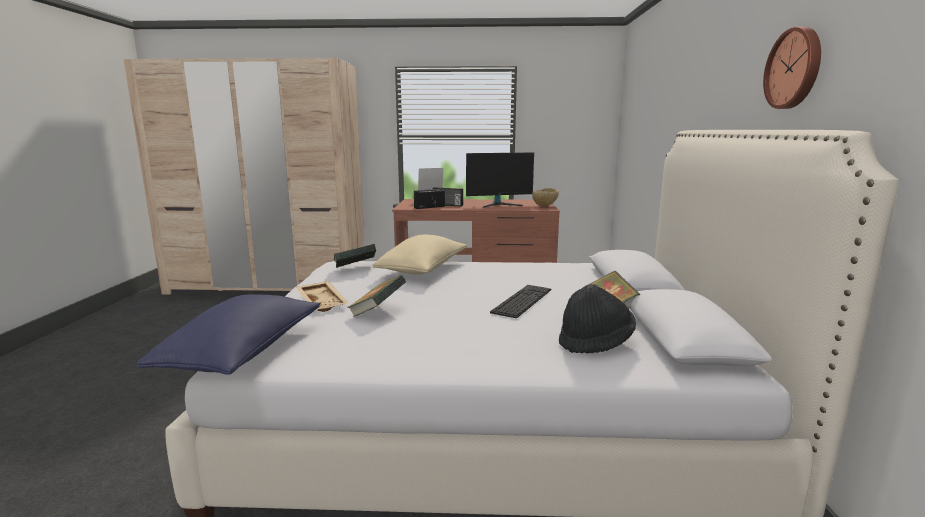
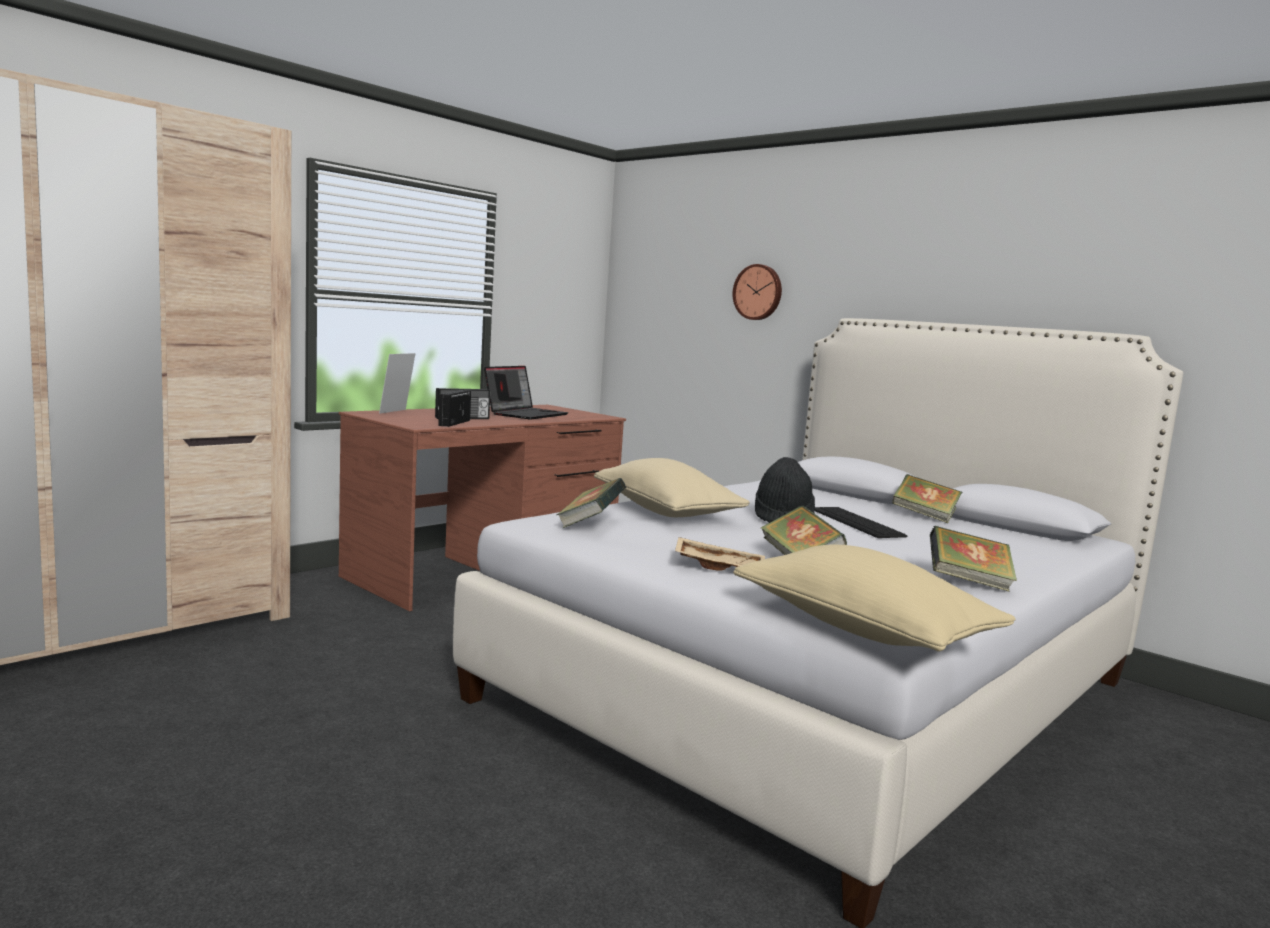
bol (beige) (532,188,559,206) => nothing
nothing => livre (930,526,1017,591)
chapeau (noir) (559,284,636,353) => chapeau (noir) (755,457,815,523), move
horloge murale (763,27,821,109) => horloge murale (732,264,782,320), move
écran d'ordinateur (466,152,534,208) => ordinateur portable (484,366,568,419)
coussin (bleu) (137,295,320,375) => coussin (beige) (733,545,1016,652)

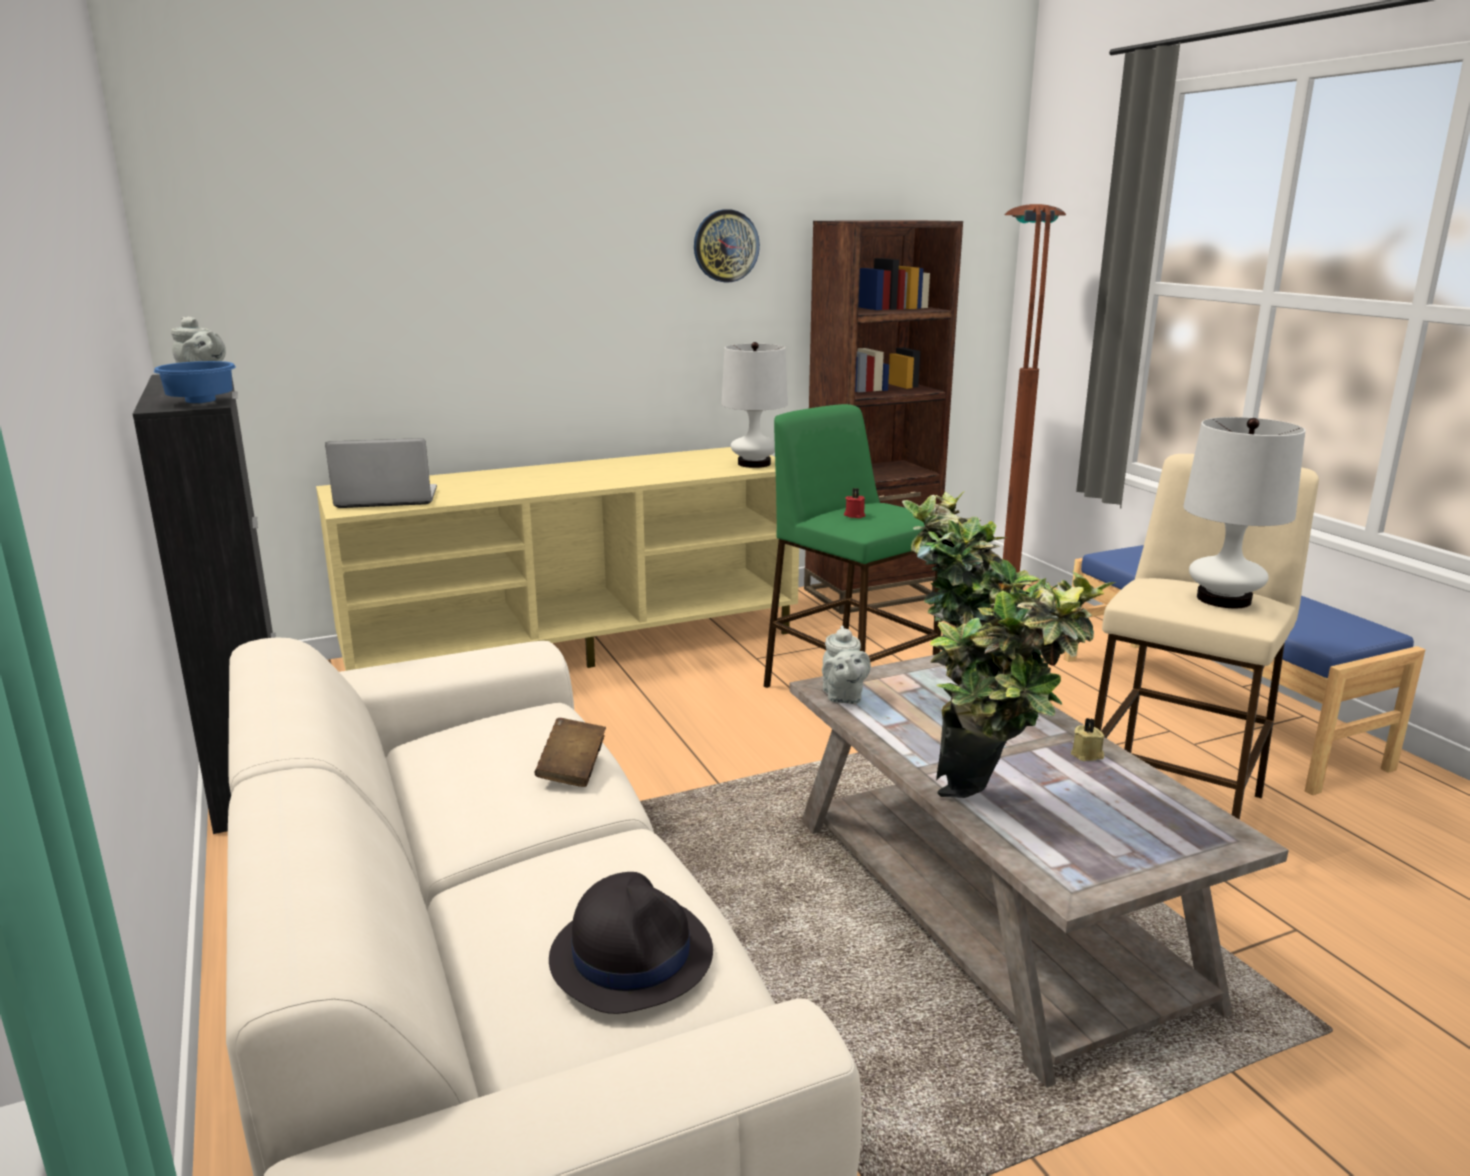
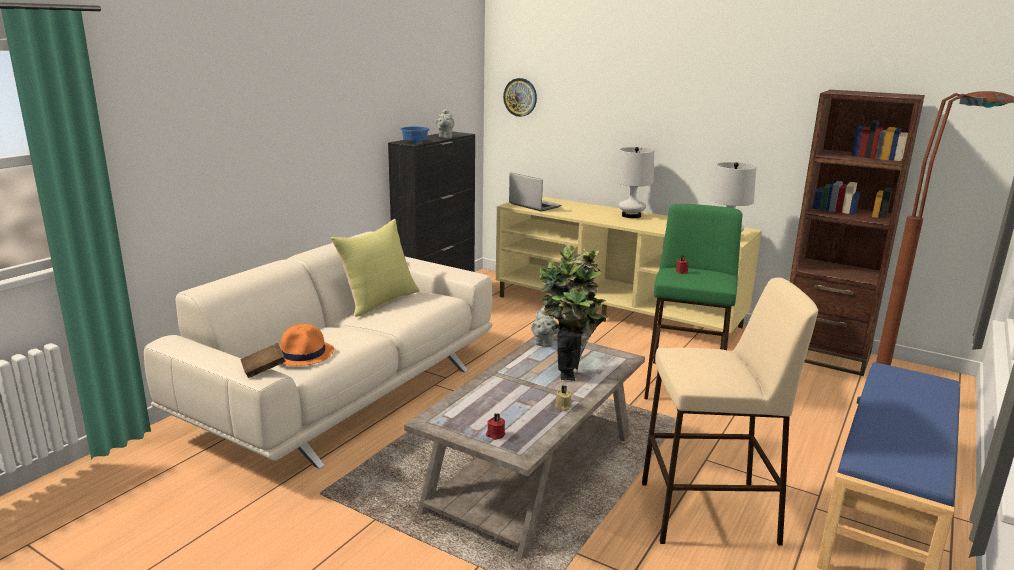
plante en pot (930,571,1116,798) => nothing
nothing => coussin (jaune) (331,219,420,317)
nothing => bougie (rouge) (486,413,505,440)
livre (marron) (535,718,606,787) => livre (marron) (240,343,286,378), move
horloge murale (694,209,760,282) => horloge murale (503,78,537,117), move
lampe de table (blanc) (1183,417,1306,608) => lampe de table (blanc) (615,147,654,218), move
chapeau (noir) (549,872,713,1014) => chapeau (orange) (280,324,334,366)
théière (gris) (822,625,871,704) => théière (gris) (531,307,557,347), 45 degrees counterclockwise

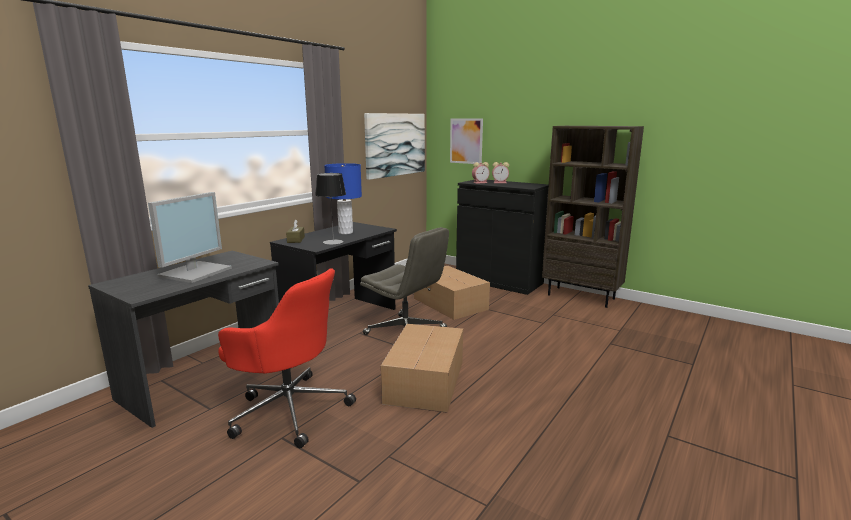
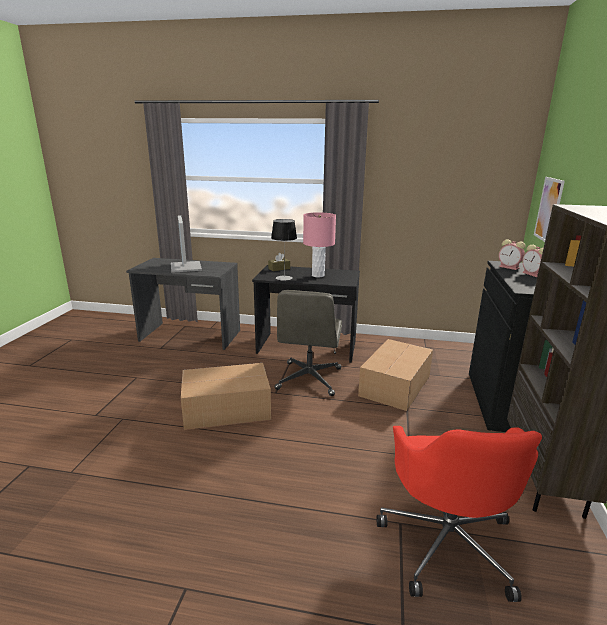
tableau (364,113,425,180) => nothing
chaise de bureau (rouge) (218,269,356,448) => chaise de bureau (rouge) (376,426,542,602), move
lampe de table (bleu) (324,163,362,234) => lampe de table (rose) (303,212,336,278)
écran d'ordinateur (148,192,232,283) => écran d'ordinateur (171,215,202,273), 105 degrees counterclockwise

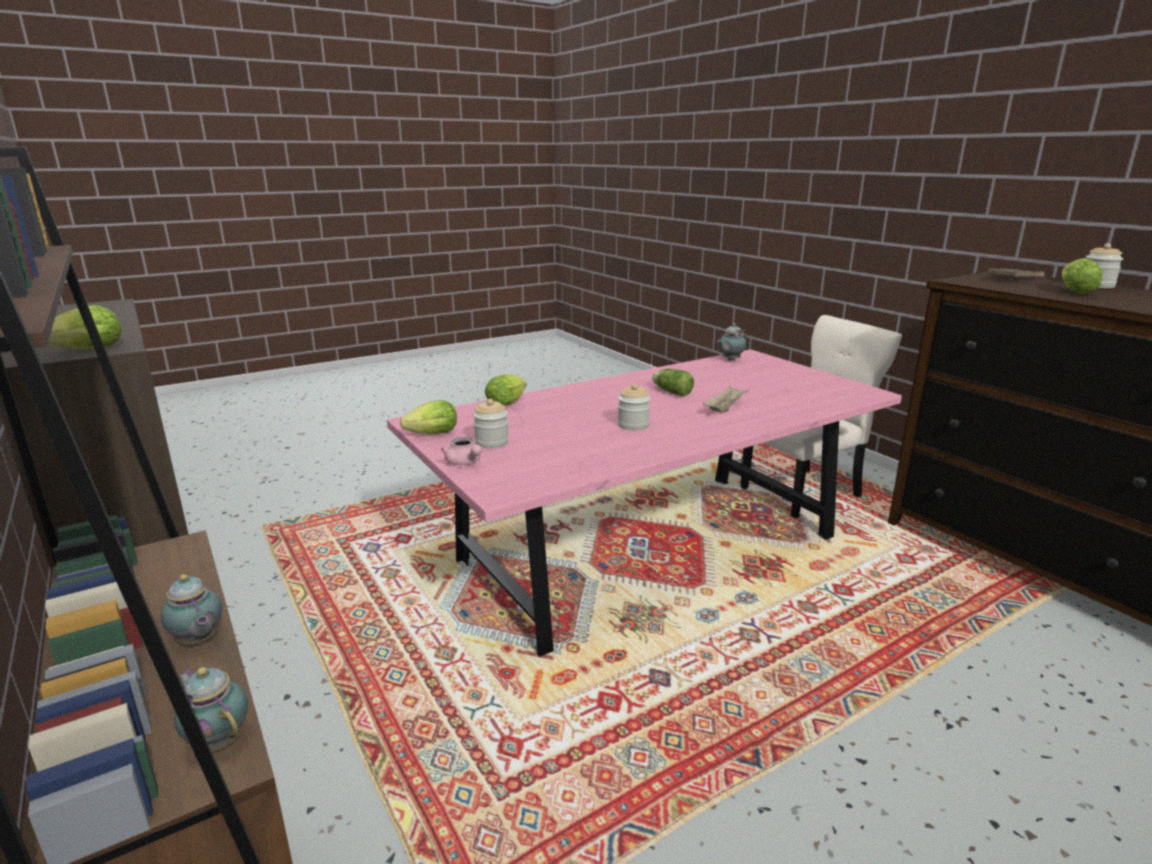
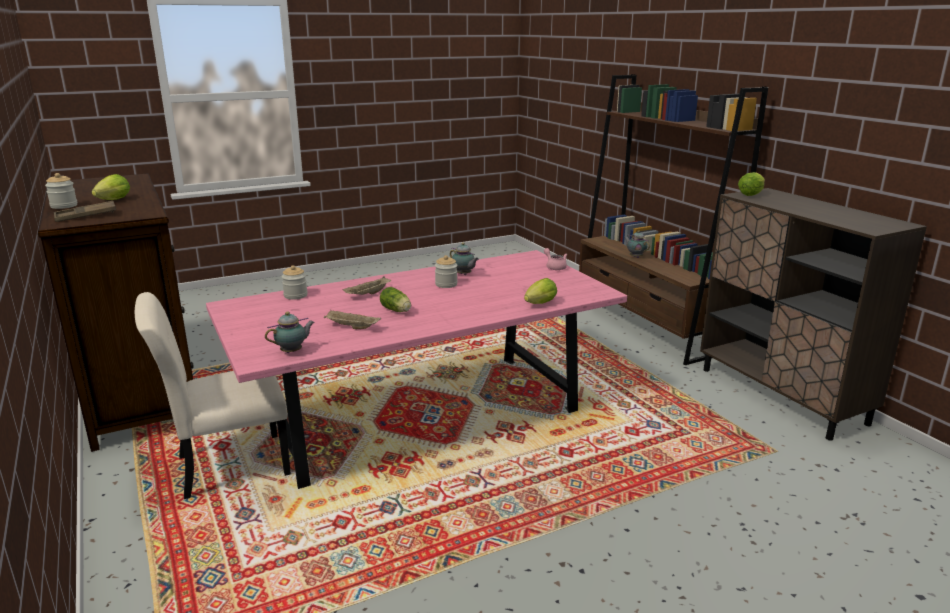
laitue (400,400,457,434) => nothing
nothing => plateau (beige) (324,310,381,329)
théière (174,667,248,751) => théière (450,242,479,275), move
bocal (473,399,509,448) => bocal (282,265,308,300), move

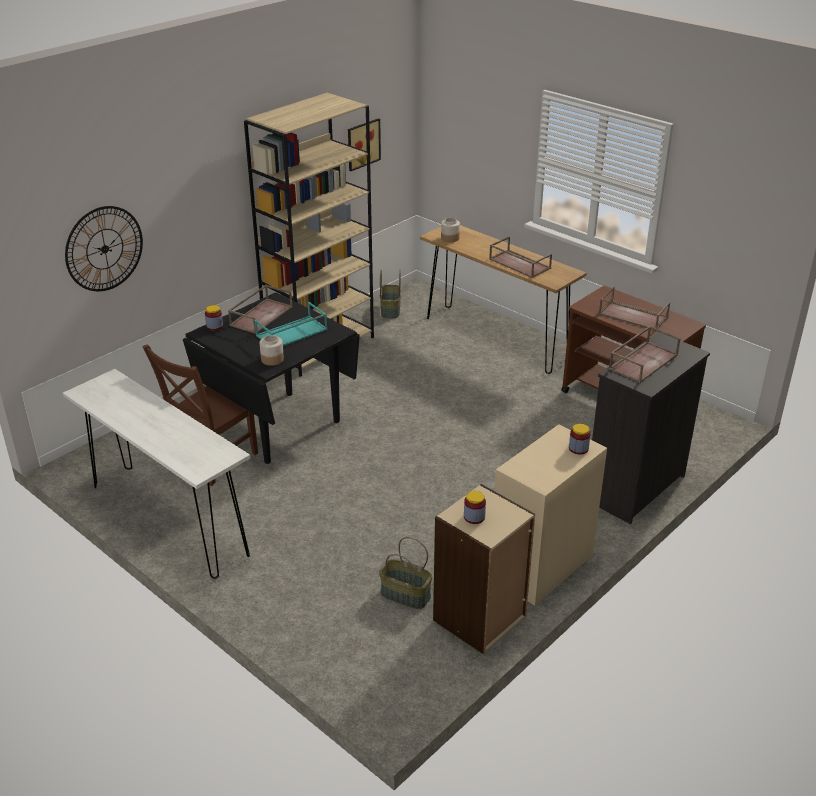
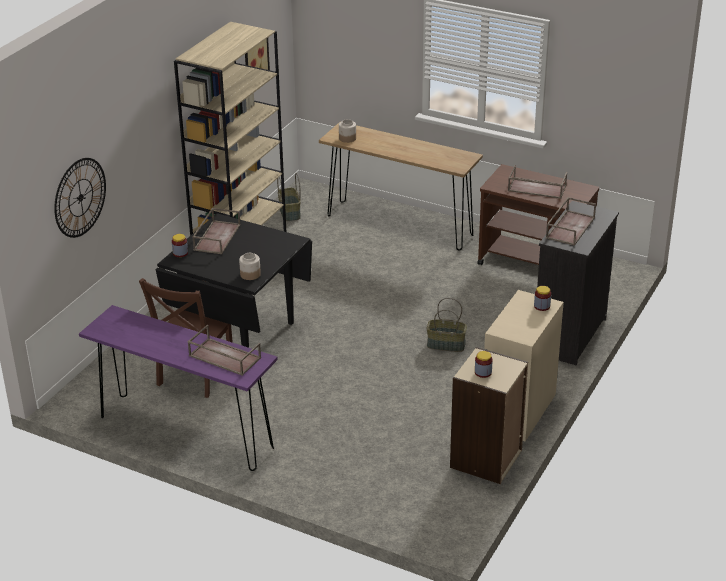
plateau (turquoise) (255,302,328,346) => nothing
panier (379,537,432,609) => panier (427,298,467,352), move
plateau (marron) (489,236,552,278) => plateau (marron) (187,325,261,376), move
table console (blanc) (63,369,250,579) => table console (violet) (79,305,278,471)

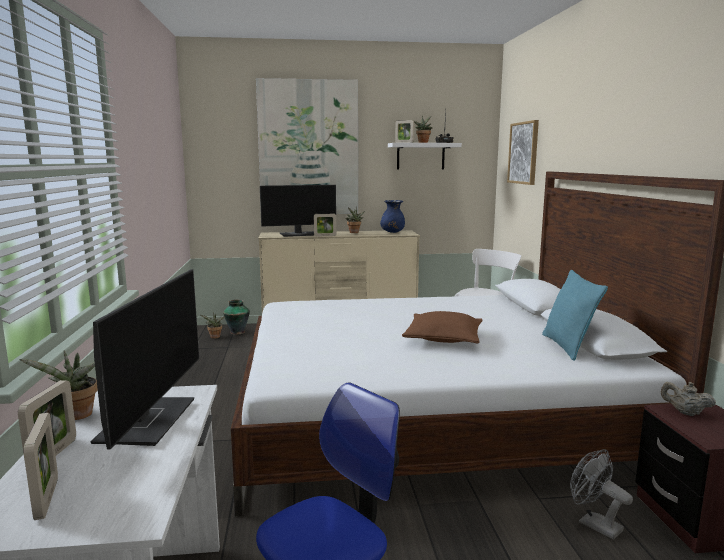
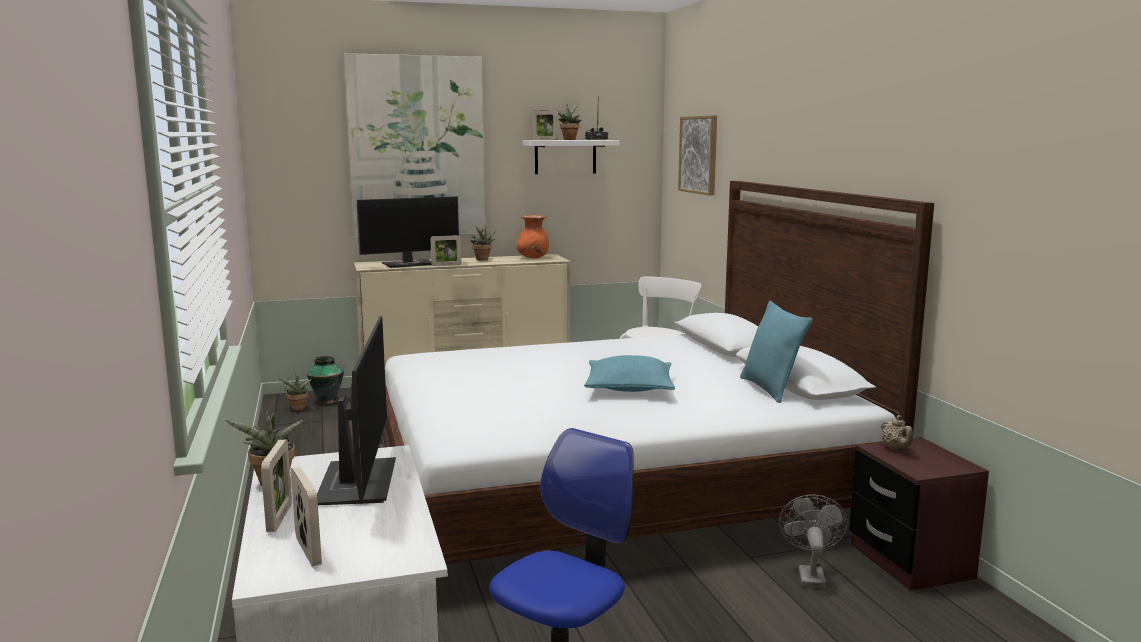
vase (bleu) (380,200,405,233) => vase (orange) (517,215,549,258)
coussin (marron) (402,311,483,343) => coussin (turquoise) (584,355,675,392)
ventilateur (gris) (570,449,633,540) => ventilateur (gris) (779,494,848,588), 60 degrees clockwise
théière (beige) (661,382,716,416) => théière (beige) (881,415,913,450), 120 degrees counterclockwise

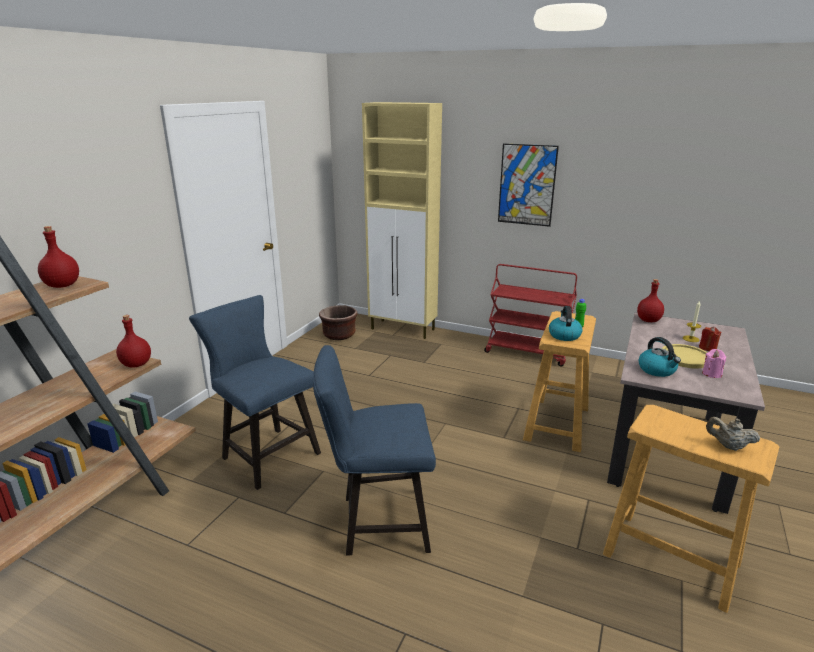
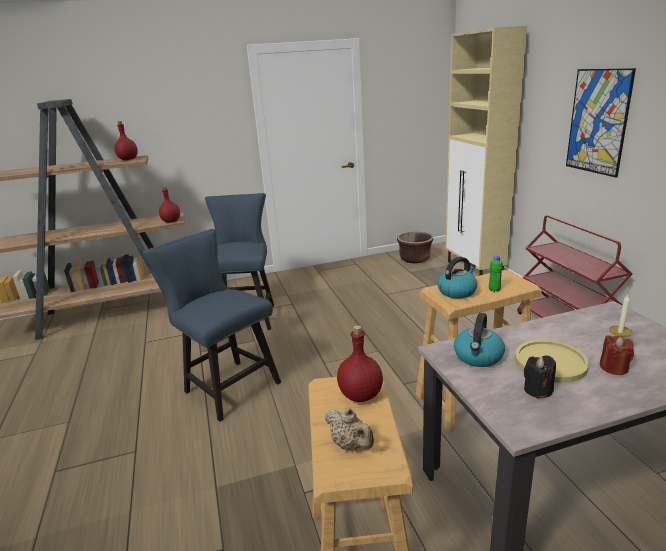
bouteille (rouge) (637,279,664,322) => bouteille (rouge) (337,325,383,402), move
bougie (rose) (702,349,726,378) => bougie (noir) (524,355,556,399)
théière (beige) (706,417,760,451) => théière (beige) (325,407,374,450), 150 degrees clockwise

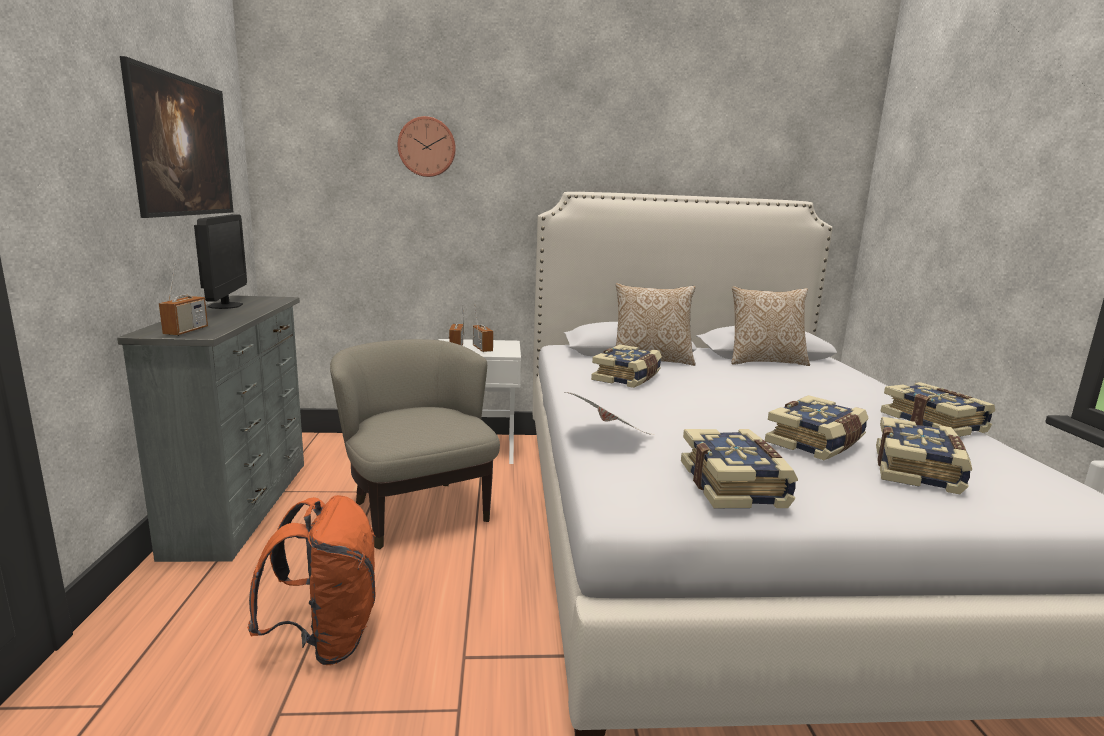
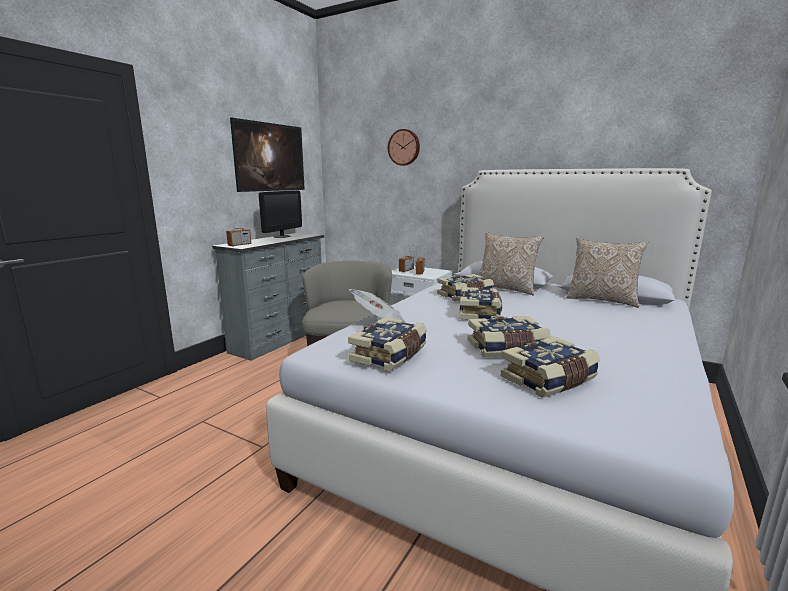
sac à dos (orange) (247,495,376,665) => nothing
livre (881,382,995,437) => livre (459,287,502,320), move

